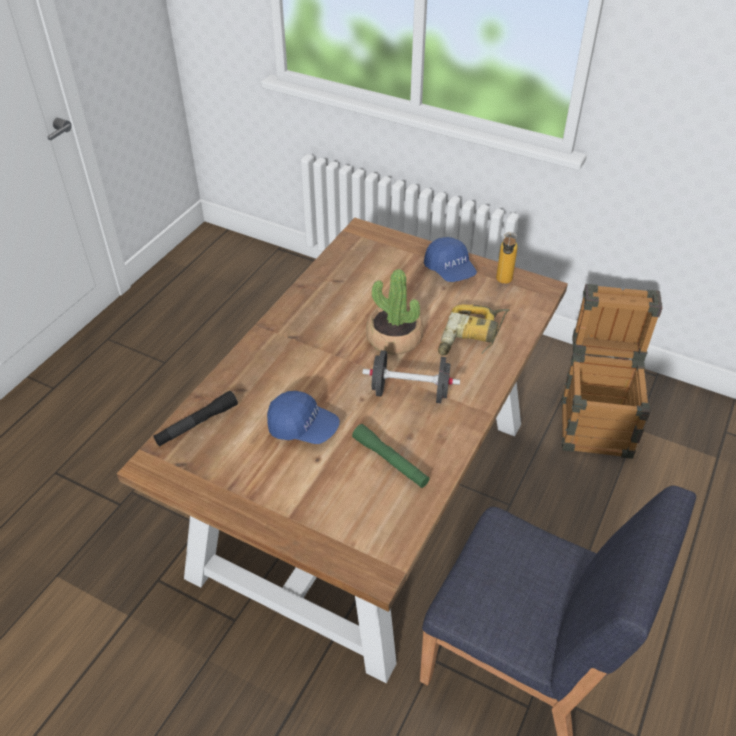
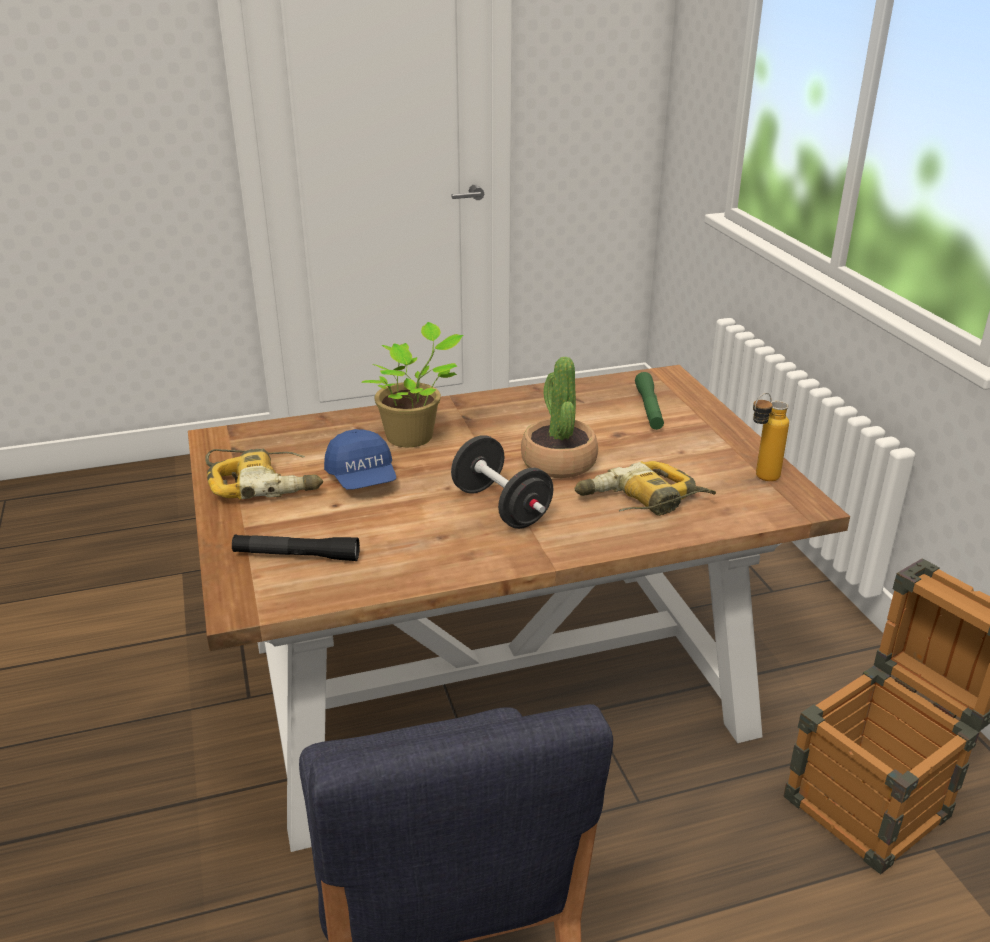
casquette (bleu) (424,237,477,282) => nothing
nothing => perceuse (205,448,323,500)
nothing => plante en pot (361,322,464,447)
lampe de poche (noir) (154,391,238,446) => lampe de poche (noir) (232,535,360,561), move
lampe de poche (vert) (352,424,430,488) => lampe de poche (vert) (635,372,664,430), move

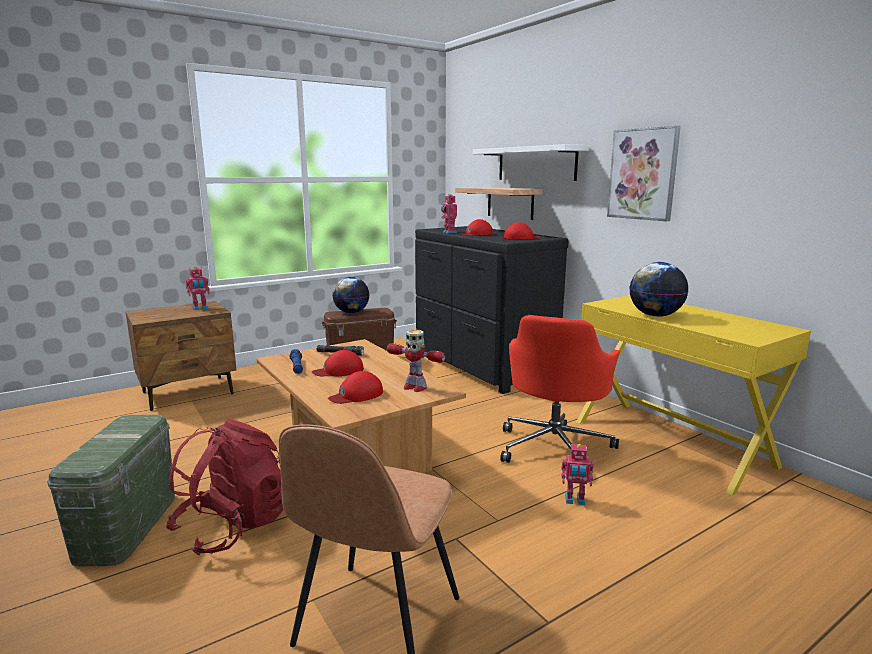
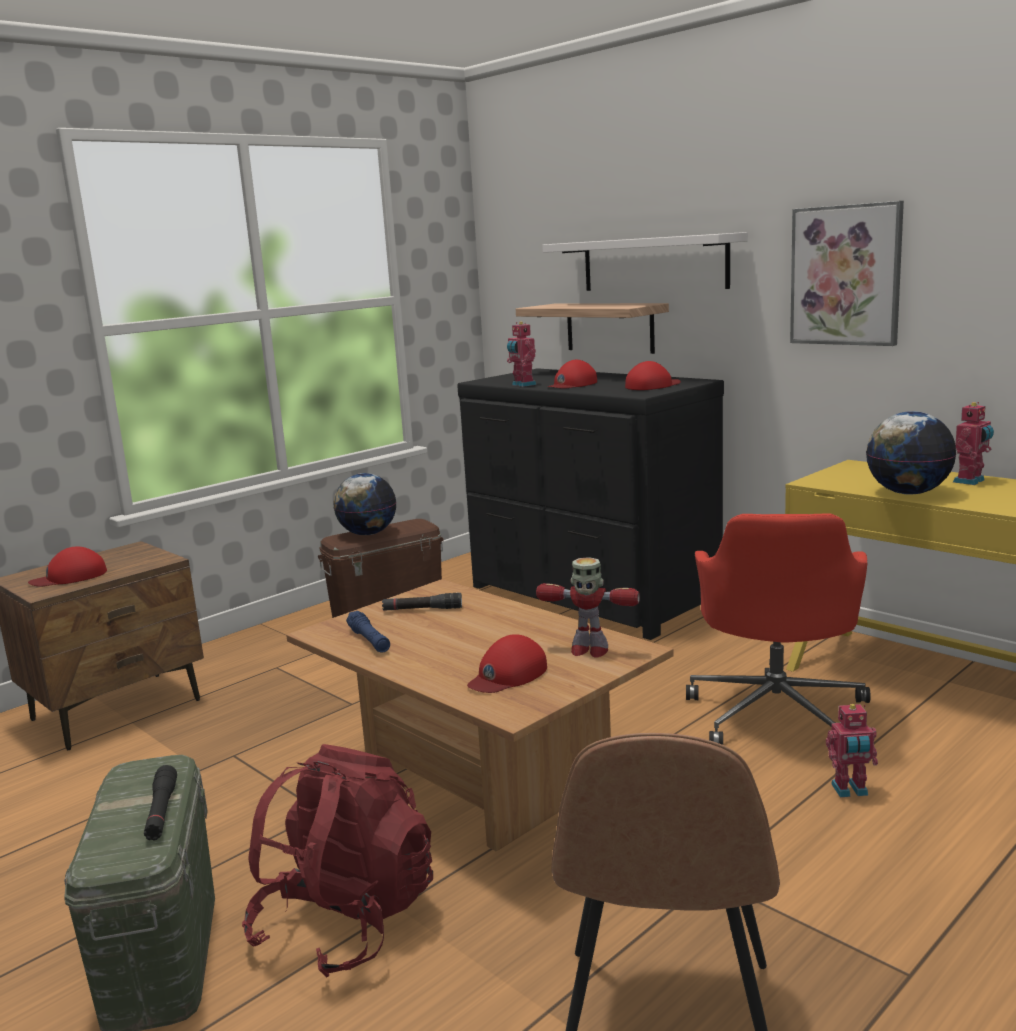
nothing => lampe de poche (noir) (144,765,177,841)
robot jouet (186,267,210,310) => robot jouet (953,402,994,485), move
casquette (rouge) (312,350,364,376) => casquette (rouge) (28,546,107,587), move

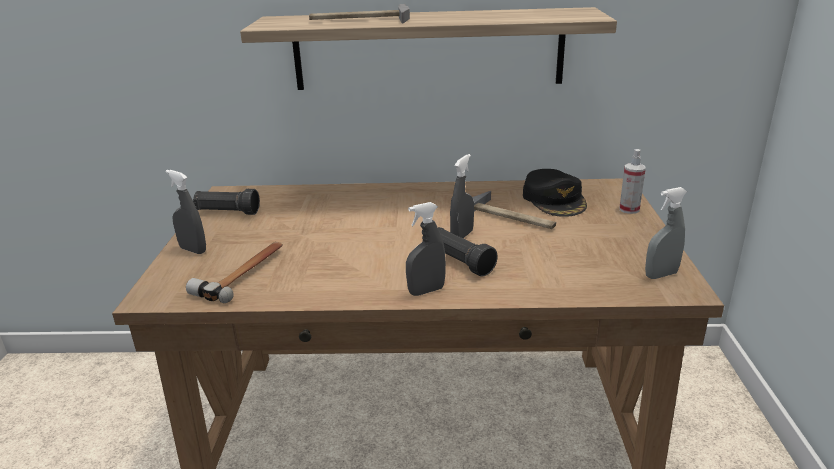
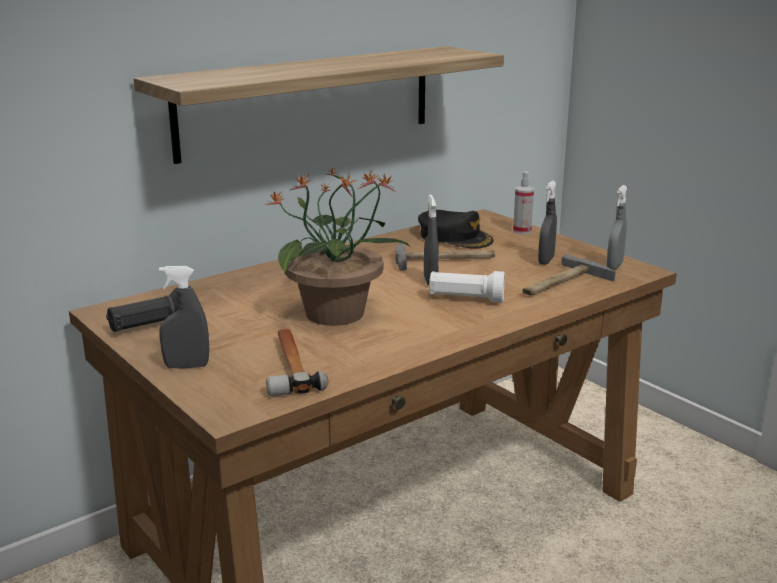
nothing => plante en pot (264,168,409,326)
marteau (309,4,410,23) => marteau (523,254,616,296), move
vaporisateur (gris) (406,202,446,296) => vaporisateur (gris) (538,181,557,265), move
lampe de poche (noir) (438,227,498,277) => lampe de poche (blanc) (429,271,505,303)

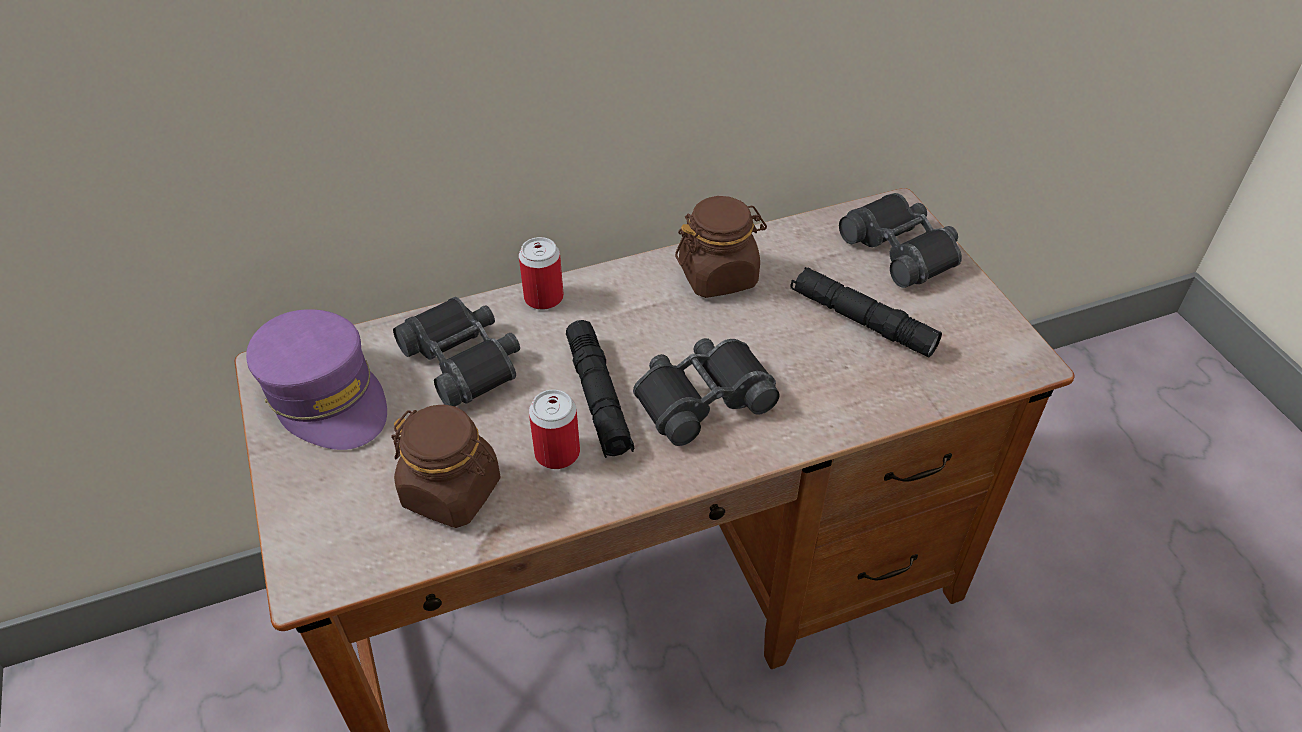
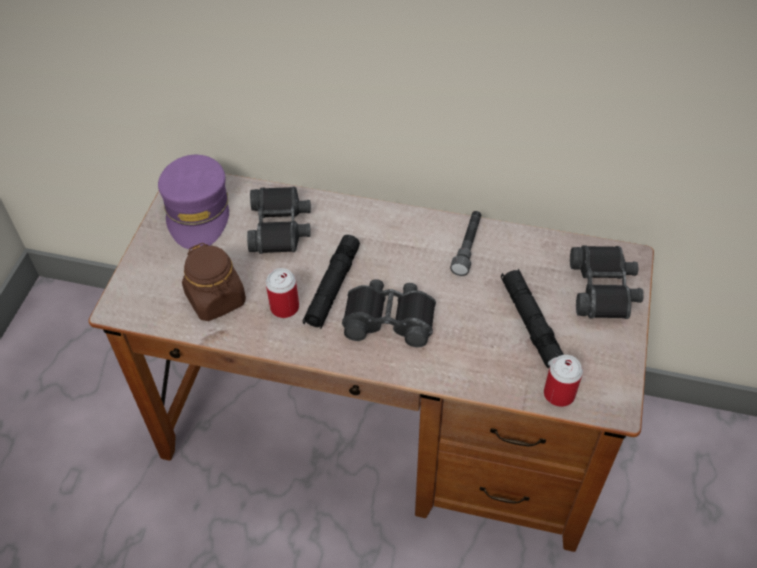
boîte métallique (519,237,564,310) => boîte métallique (544,355,583,407), move
bocal (marron) (675,196,767,298) => lampe de poche (gris) (450,211,481,276)

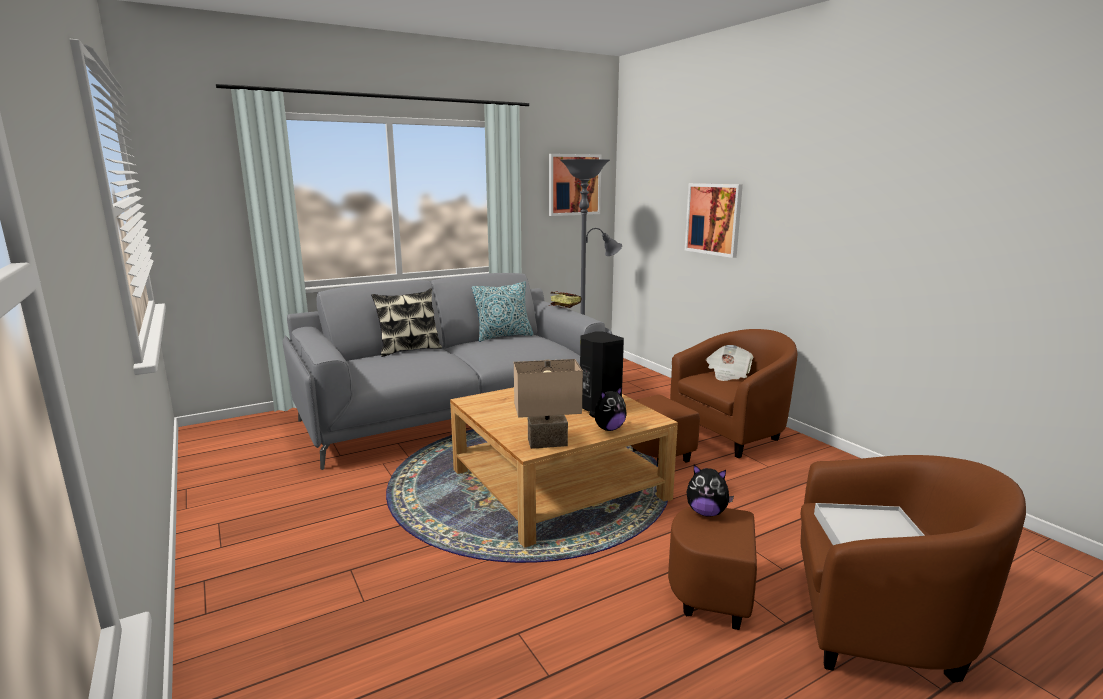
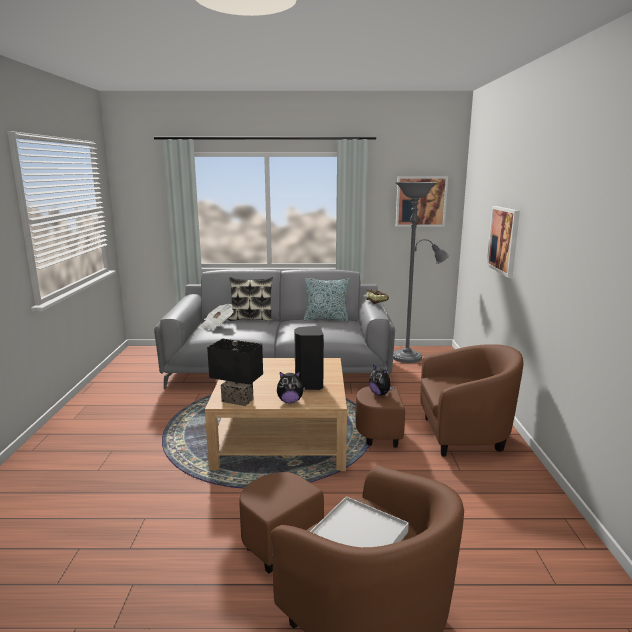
peluche (686,465,734,517) => peluche (369,364,394,396), move
journal (706,345,753,381) => journal (199,304,234,329), move
lampe de table (beige) (514,359,583,449) => lampe de table (noir) (207,339,263,406)

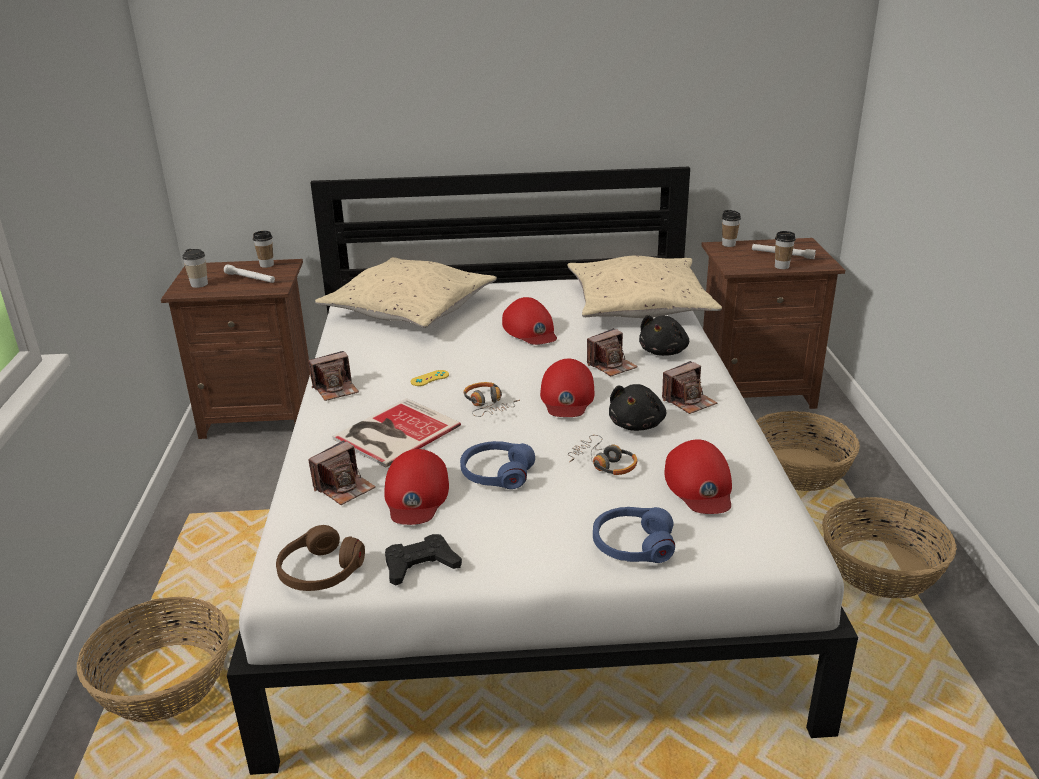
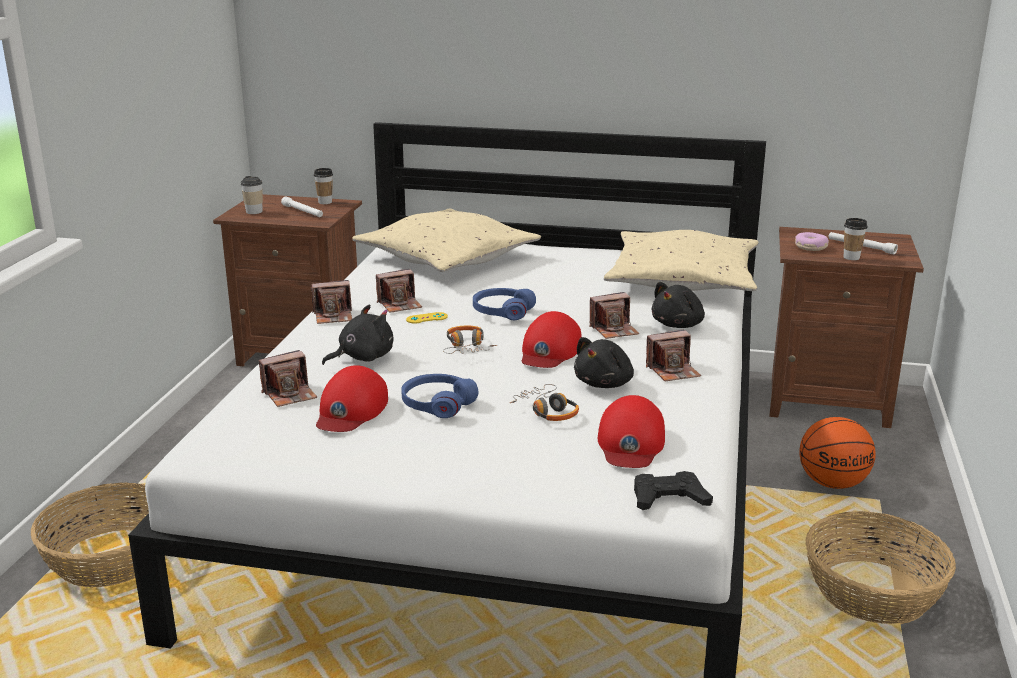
casque audio (marron) (276,525,365,591) => nothing
casquette (rouge) (502,297,557,345) => nothing
tasse (722,210,741,247) => nothing
nothing => appareil photo (376,269,422,313)
nothing => beignet (795,232,829,251)
manette (noir) (385,534,462,586) => manette (noir) (634,471,713,510), move
casque audio (bleu) (593,507,675,563) => casque audio (bleu) (473,288,536,320), move
livre (332,398,461,467) => peluche (noir) (322,304,394,365)
panier (756,411,860,491) => ballon de basket (799,417,876,489)

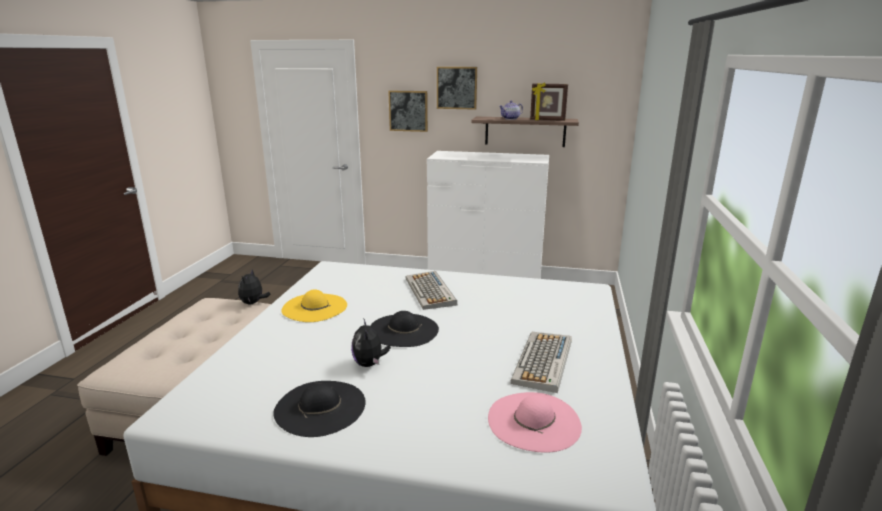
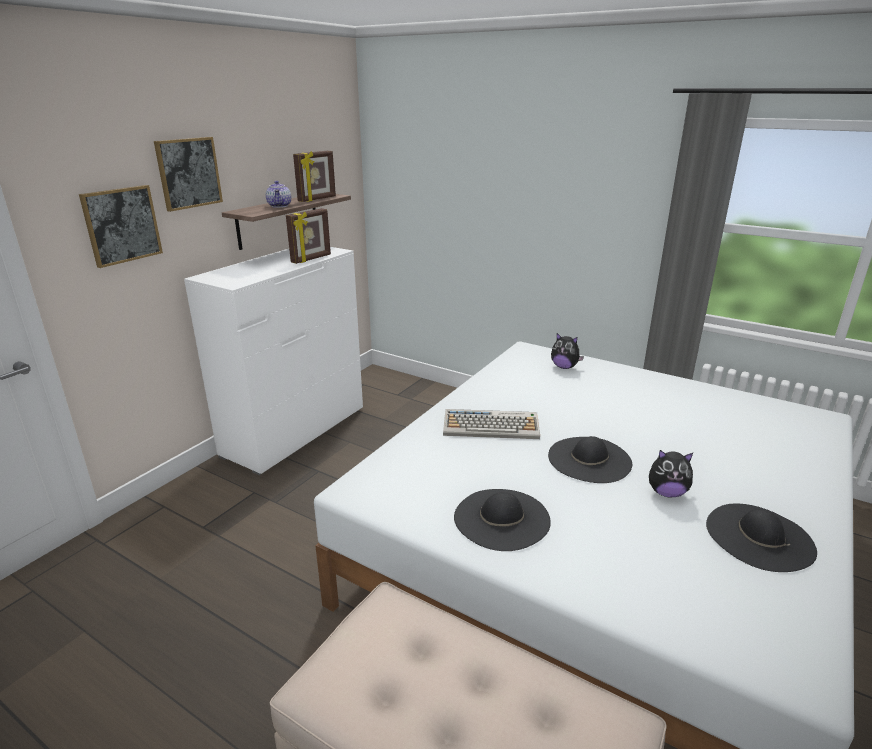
chapeau (rose) (488,392,582,453) => nothing
clavier (511,332,572,393) => nothing
nothing => cadre photo (286,208,331,264)
peluche (238,269,271,304) => peluche (551,333,584,369), move
chapeau (jaune) (281,290,347,322) => chapeau (noir) (454,489,551,551)

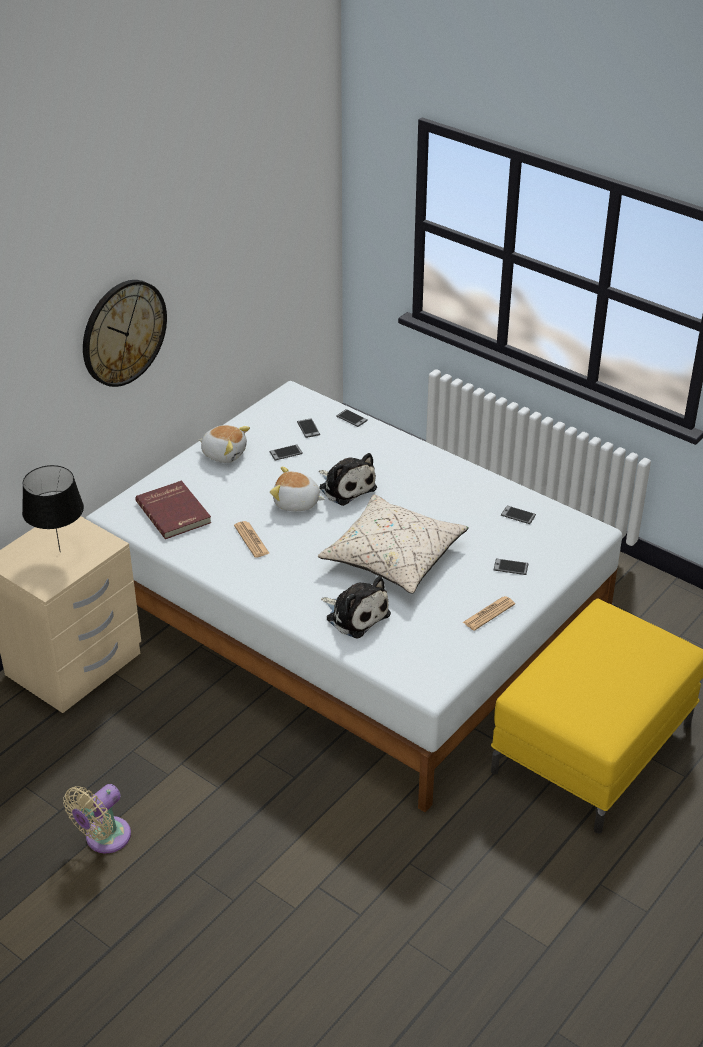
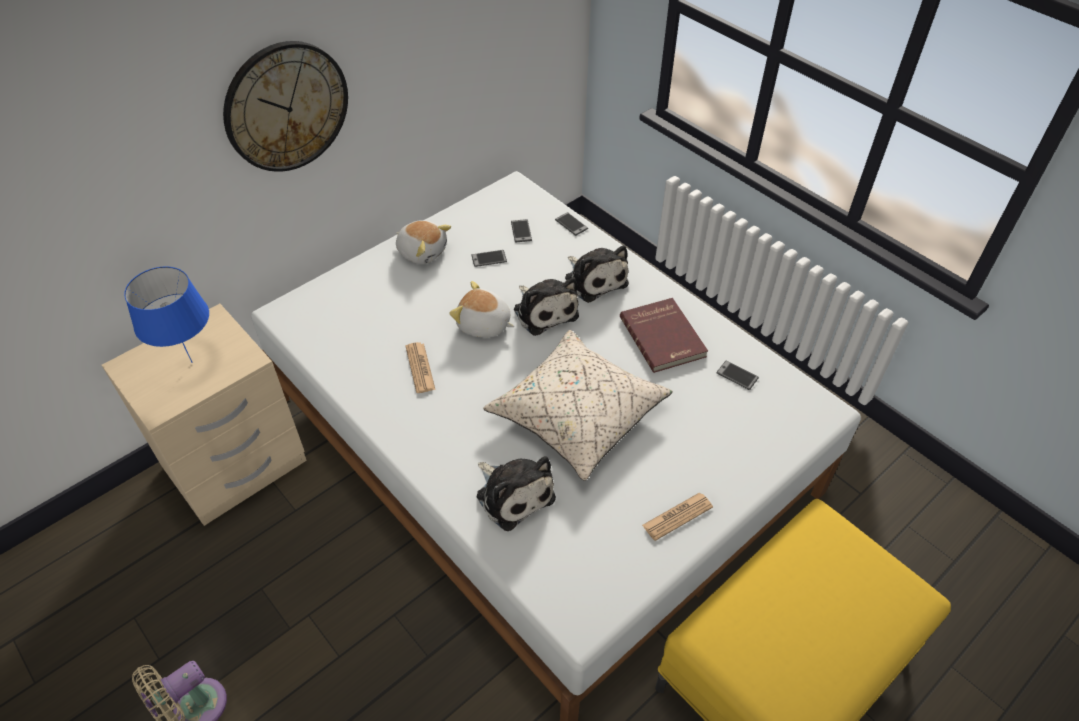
téléphone (494,558,528,575) => nothing
nothing => peluche (565,245,629,303)
livre (rouge) (135,480,212,539) => livre (rouge) (620,298,708,373), move
lampe de table (noir) (22,465,84,552) => lampe de table (bleu) (124,266,209,363)

